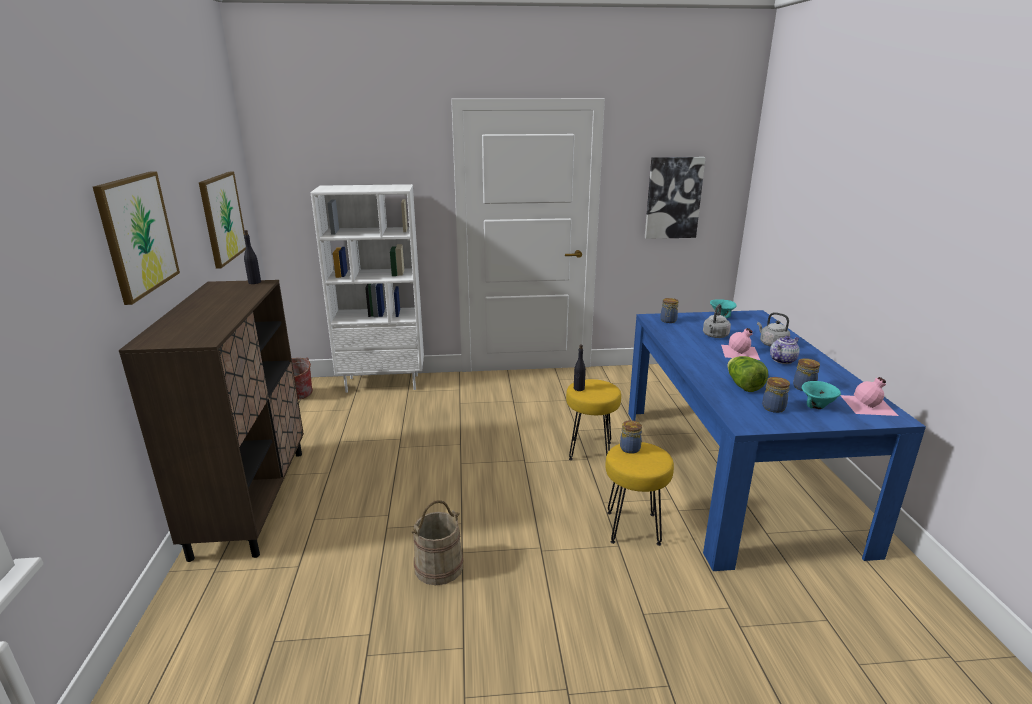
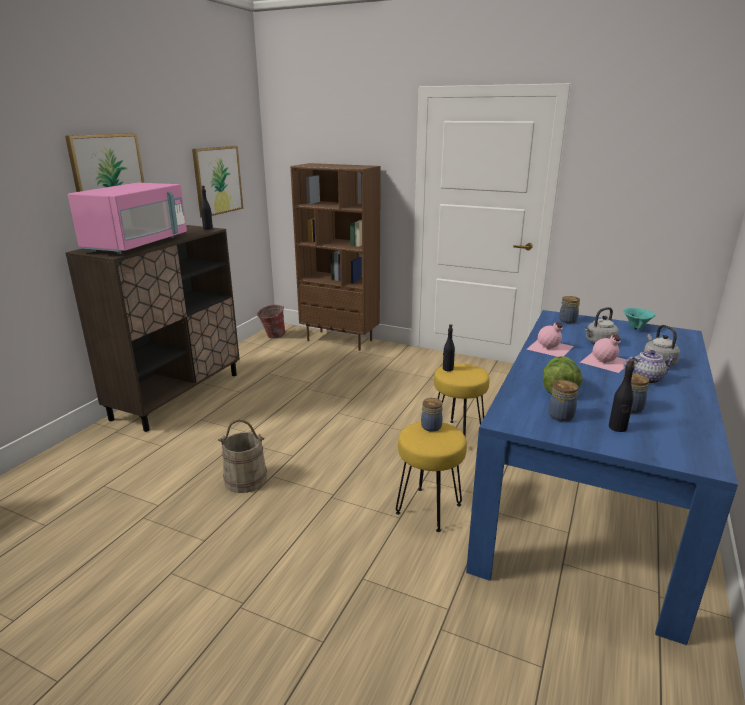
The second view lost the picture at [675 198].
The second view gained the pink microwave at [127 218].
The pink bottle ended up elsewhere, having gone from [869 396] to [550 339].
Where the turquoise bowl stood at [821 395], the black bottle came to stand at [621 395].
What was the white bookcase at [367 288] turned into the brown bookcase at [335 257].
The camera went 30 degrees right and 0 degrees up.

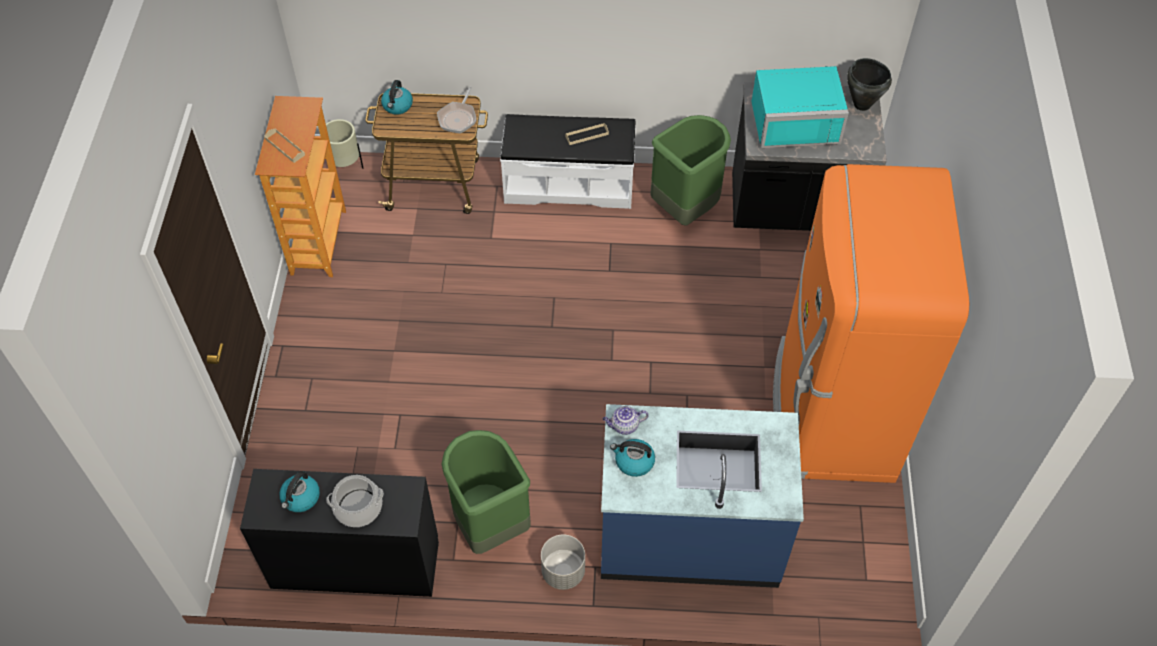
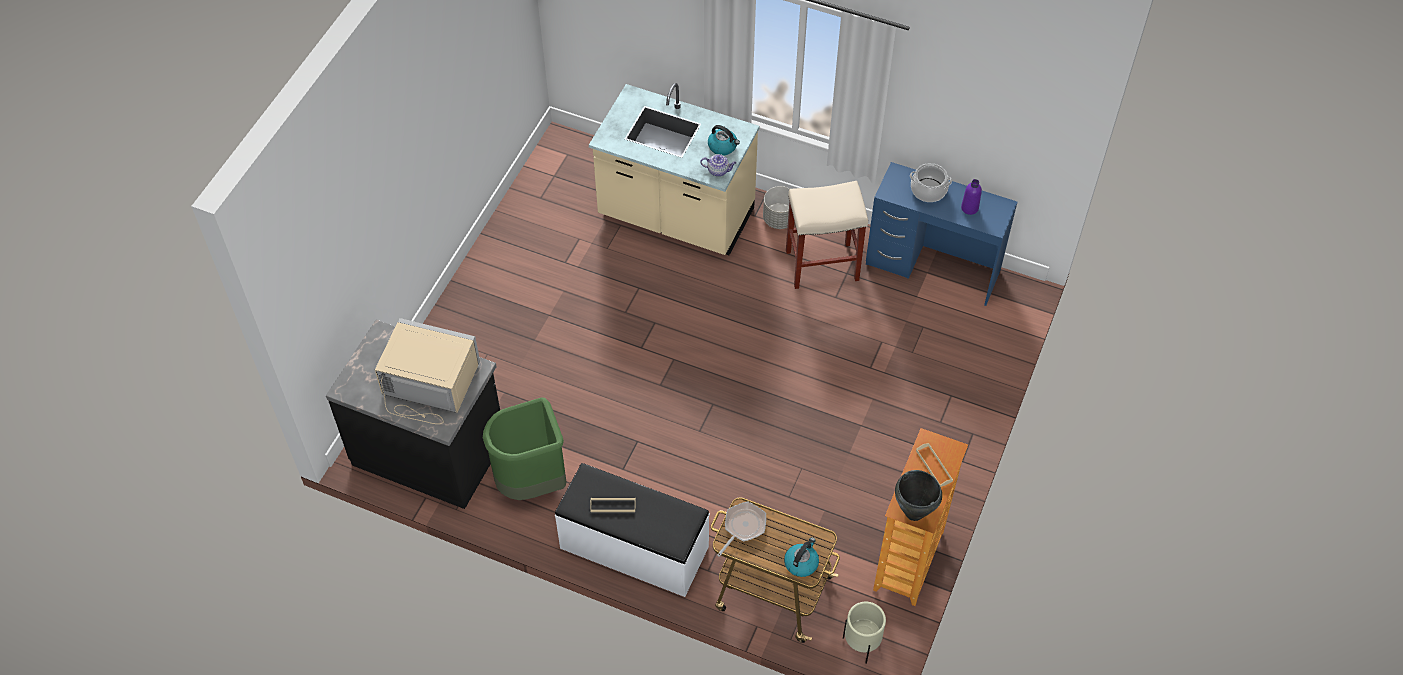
The second view lost the orange fridge at [871 323].
The black cooking pot ended up elsewhere, having gone from [869 84] to [918 495].
Where the kettle stood at [299 491], the purple bottle came to stand at [971 197].
Where the green trash can stood at [486 492], the beige stool came to stand at [827 235].
What was the black desk at [339 533] turned into the blue desk at [941 234].
What was the blue counter at [702 496] turned into the beige counter at [674 169].
What was the turquoise microwave at [800 107] turned into the beige microwave at [427 371].
The camera went 160 degrees left and 0 degrees up.

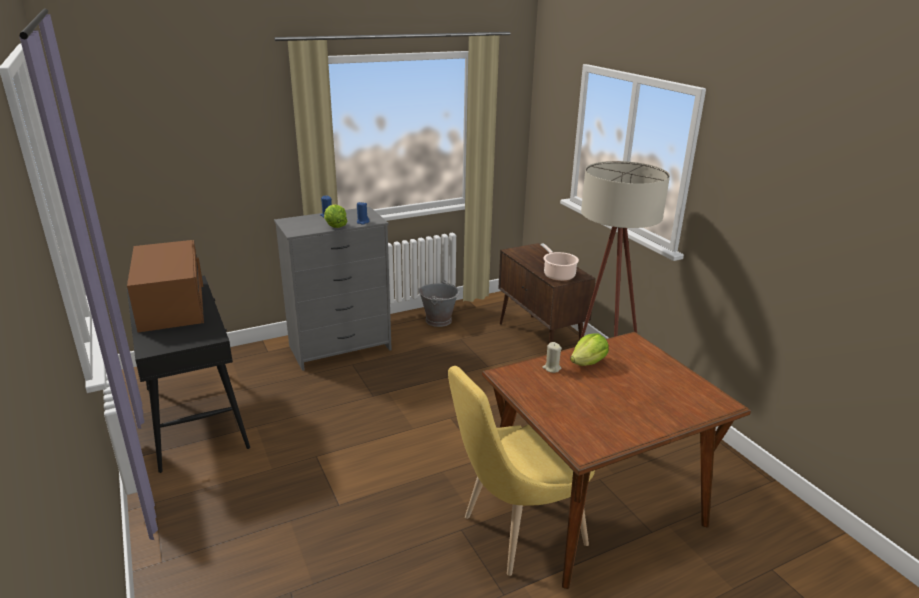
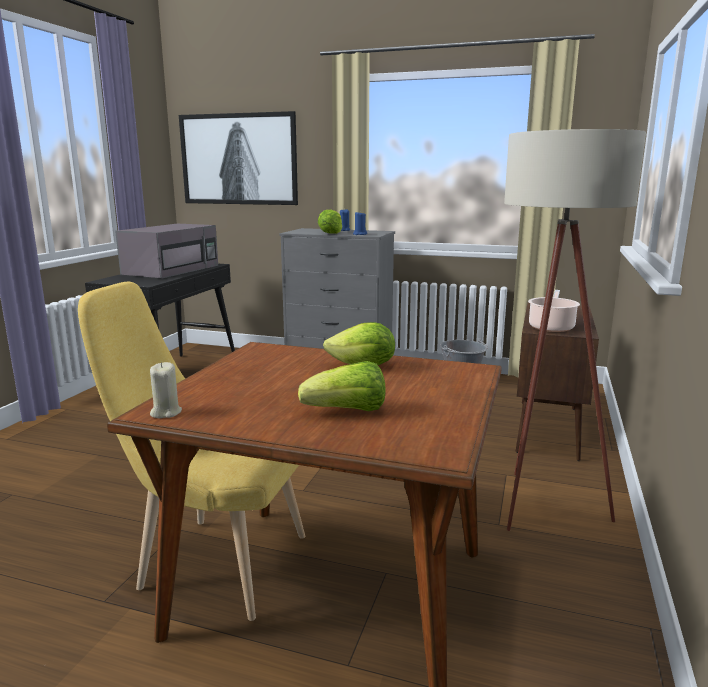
The second view gained the picture at [238 158].
The second view gained the lettuce at [342 386].
The beige candle ended up elsewhere, having gone from [552 357] to [166 390].
What was the brown microwave at [165 286] turned into the grey microwave at [166 251].
The camera went 45 degrees right and 10 degrees down.

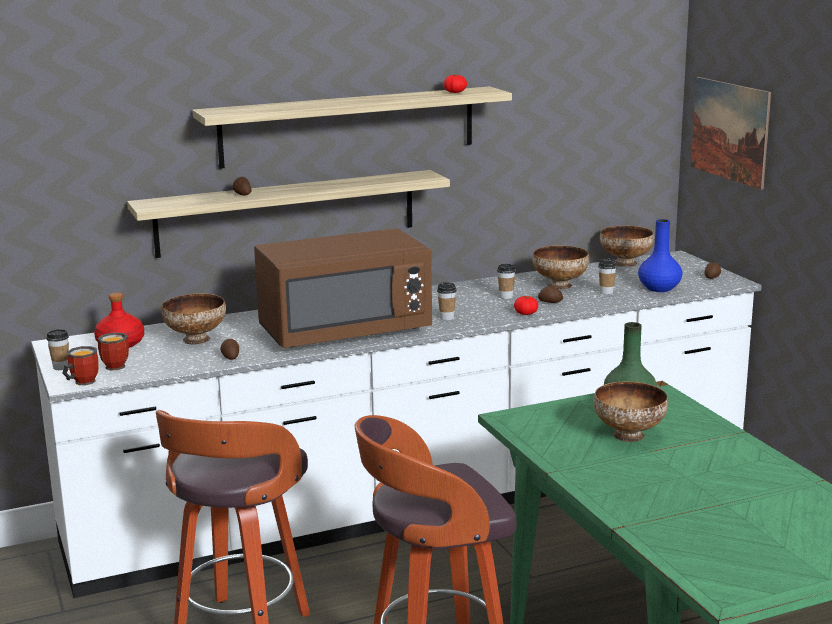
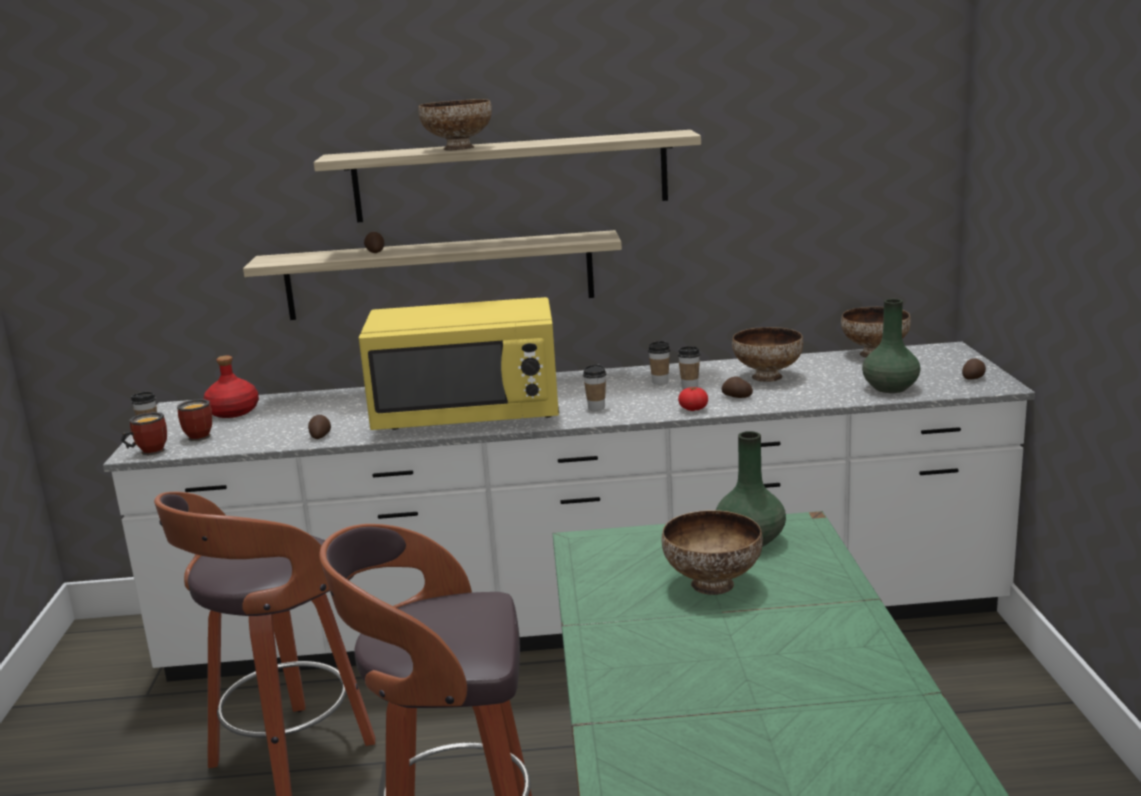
The second view lost the tomato at [455 84].
The second view lost the picture at [731 133].
The bowl ended up elsewhere, having gone from [193 318] to [455 124].
The cup ended up elsewhere, having gone from [607 277] to [659 363].
What was the brown microwave at [343 288] turned into the yellow microwave at [459 363].
What was the blue vase at [660 255] turned into the green vase at [891 346].
The camera went 20 degrees right and 0 degrees up.

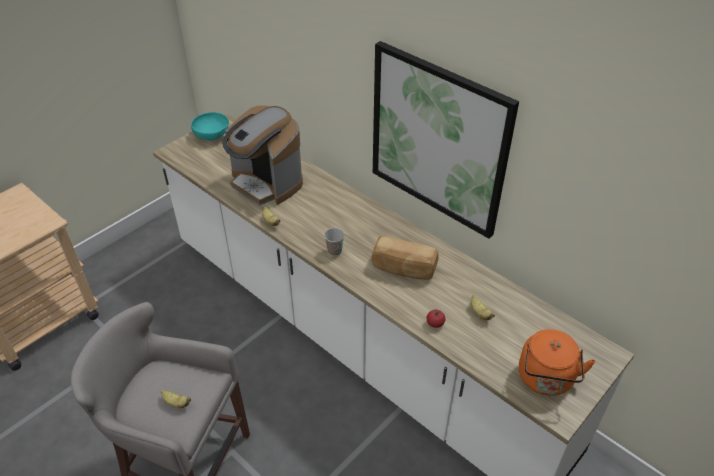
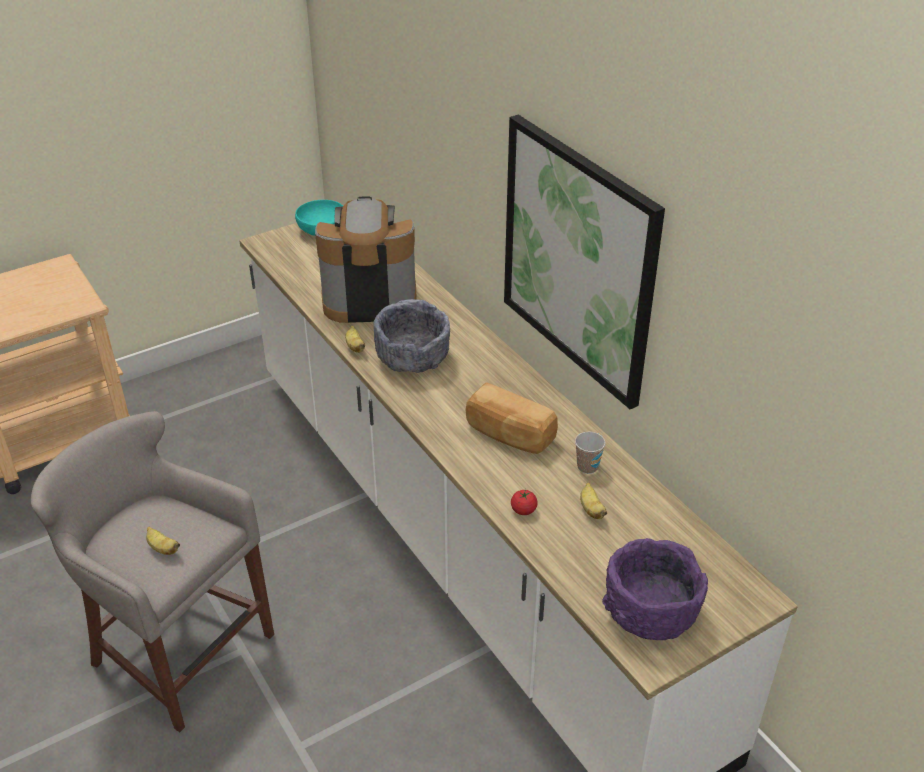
The second view gained the grey bowl at [411 336].
The cup ended up elsewhere, having gone from [334 242] to [590 453].
Where the orange kettle stood at [557 362], the purple bowl came to stand at [655 589].
The coffee machine at [262 155] ended up facing another way, 120 degrees clockwise from before.
The camera went 15 degrees right and 5 degrees down.

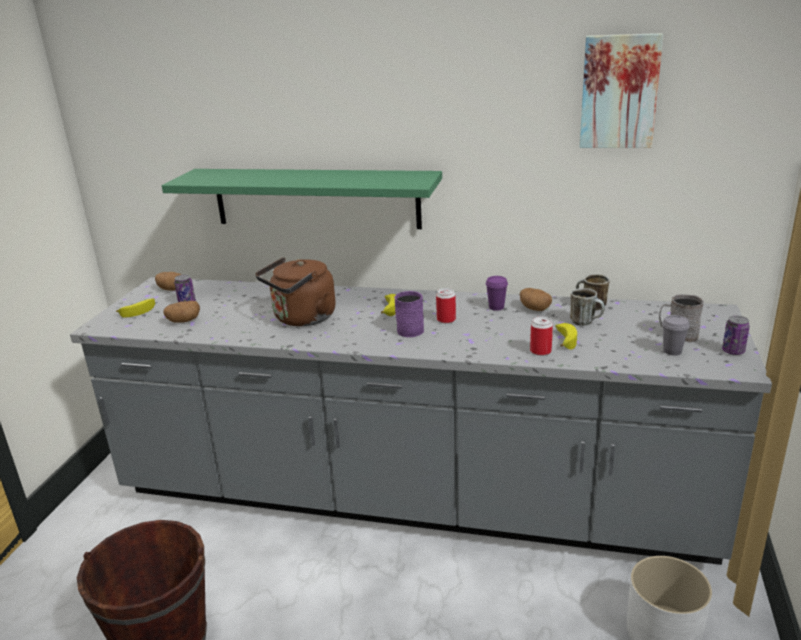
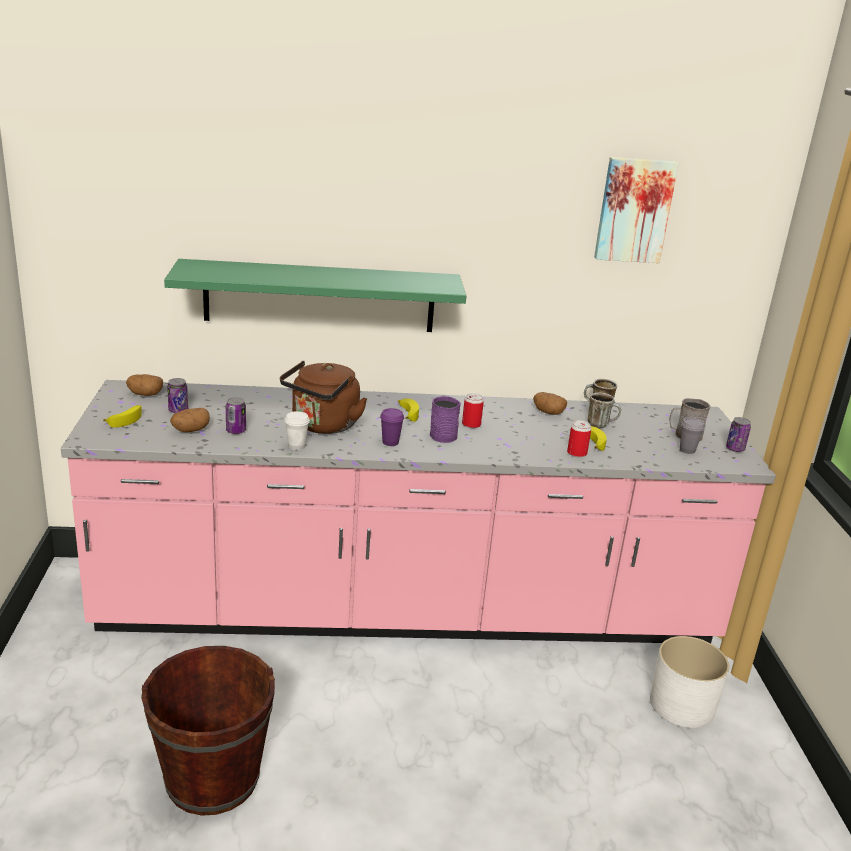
The second view gained the can at [236 415].
The second view gained the white cup at [297 430].
The purple cup ended up elsewhere, having gone from [497 293] to [392 427].
What was the grey counter at [421 421] turned into the pink counter at [418 511].
The camera went 20 degrees left and 0 degrees up.

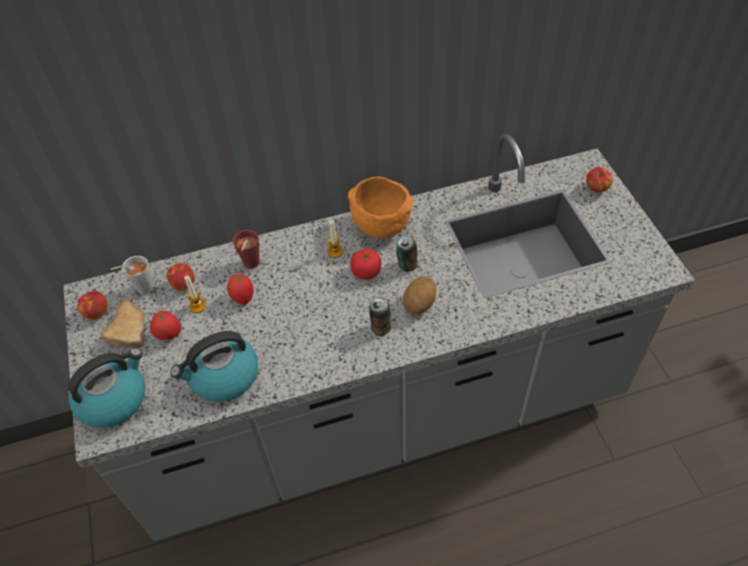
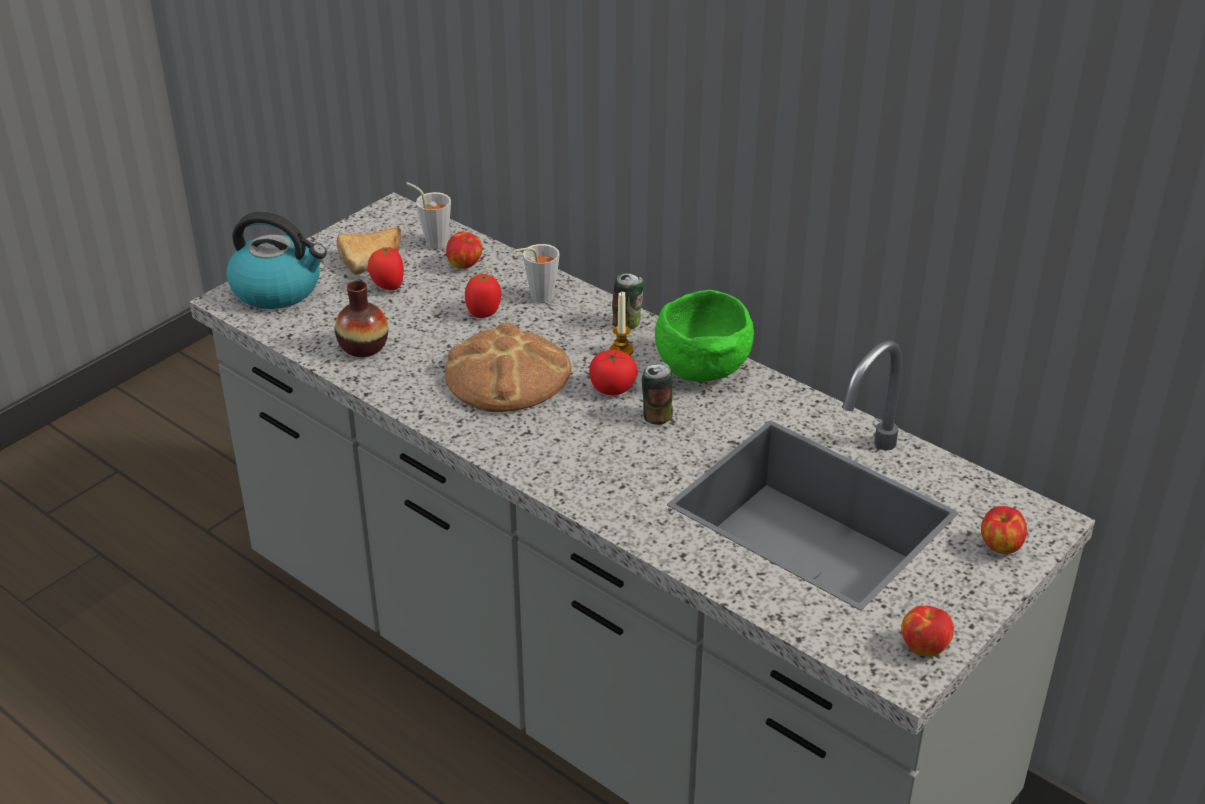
The second view lost the candle at [195 294].
The second view lost the potato at [419 295].
The second view gained the bread at [508 367].
The apple ended up elsewhere, having gone from [92 305] to [927 631].
The can ended up elsewhere, having gone from [380 316] to [627 301].
Where the kettle stood at [214 366], the vase came to stand at [361 319].
What was the red cup at [246 249] turned into the grey cup at [537 273].
What was the orange bowl at [381 208] turned into the green bowl at [704 336].
The camera went 55 degrees right and 15 degrees down.

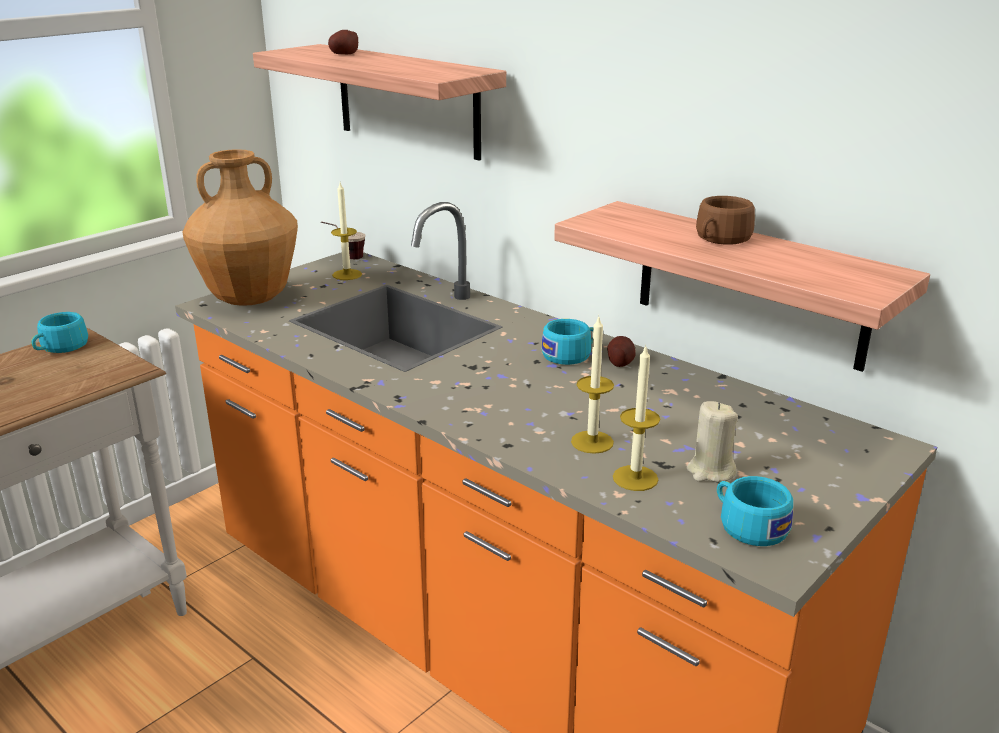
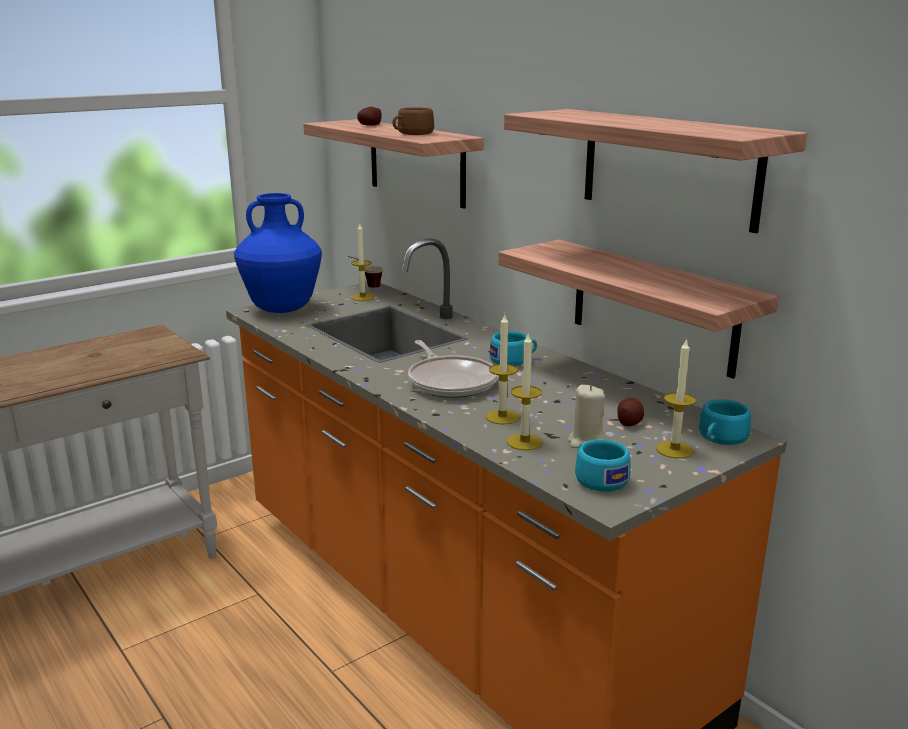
The second view gained the frying pan at [453 369].
The second view gained the shelf at [655 171].
The second view gained the candle at [676 398].
The turquoise cup ended up elsewhere, having gone from [59 332] to [725 422].
The potato ended up elsewhere, having gone from [621 351] to [631 412].
The brown cup ended up elsewhere, having gone from [725 220] to [413 121].
What was the brown vase at [240 227] turned into the blue vase at [278 253].
The camera went 10 degrees right and 5 degrees down.

